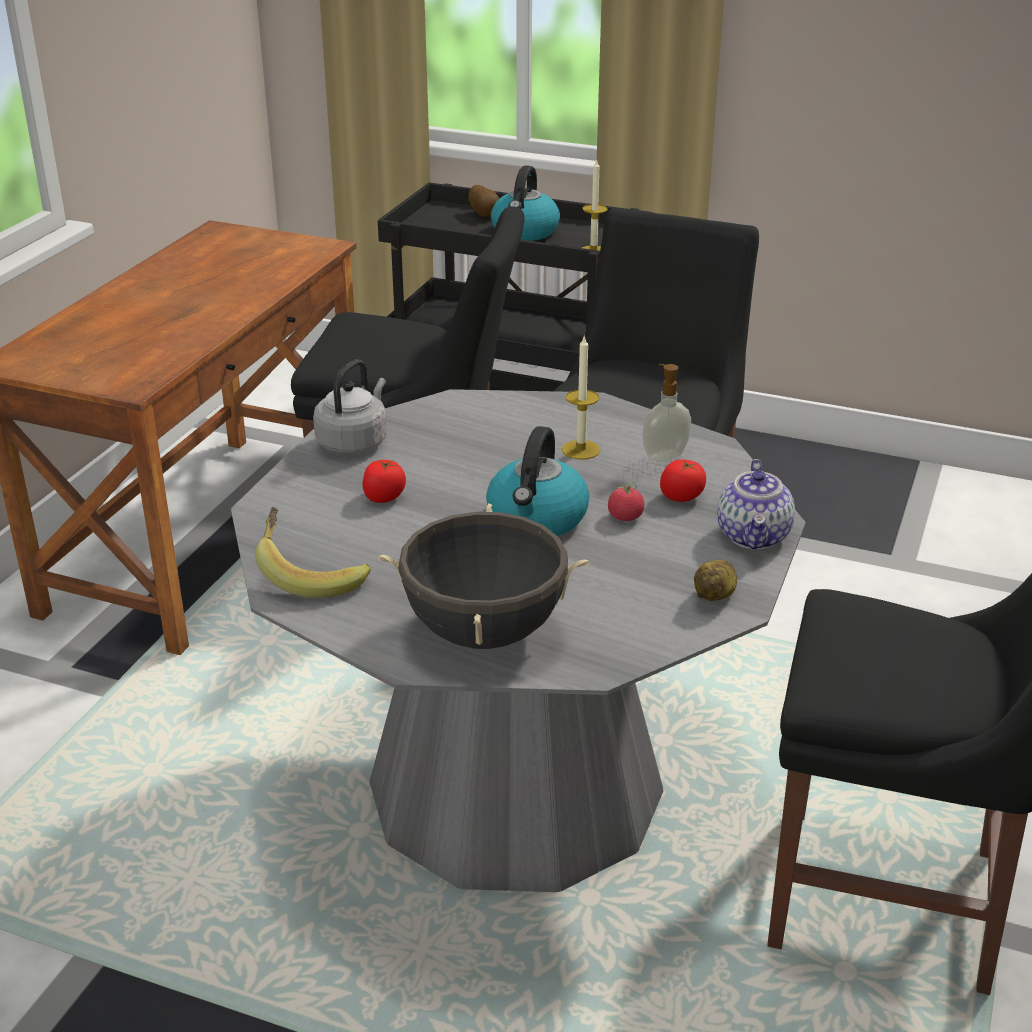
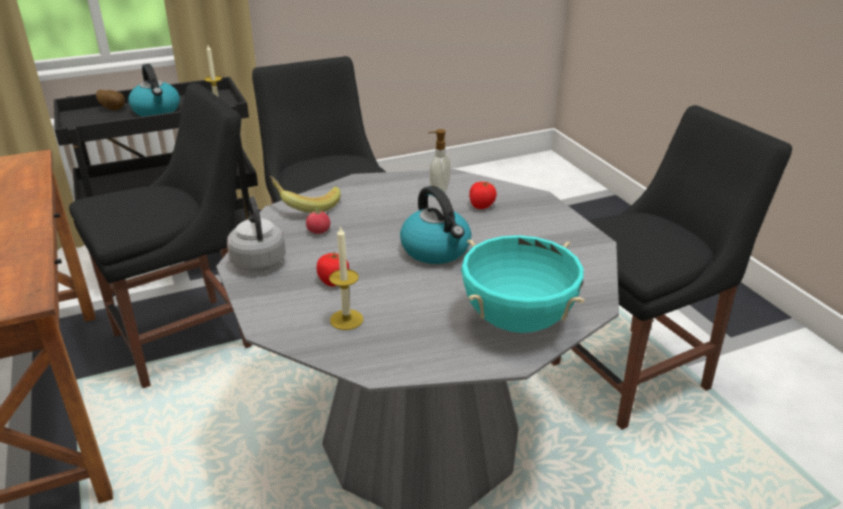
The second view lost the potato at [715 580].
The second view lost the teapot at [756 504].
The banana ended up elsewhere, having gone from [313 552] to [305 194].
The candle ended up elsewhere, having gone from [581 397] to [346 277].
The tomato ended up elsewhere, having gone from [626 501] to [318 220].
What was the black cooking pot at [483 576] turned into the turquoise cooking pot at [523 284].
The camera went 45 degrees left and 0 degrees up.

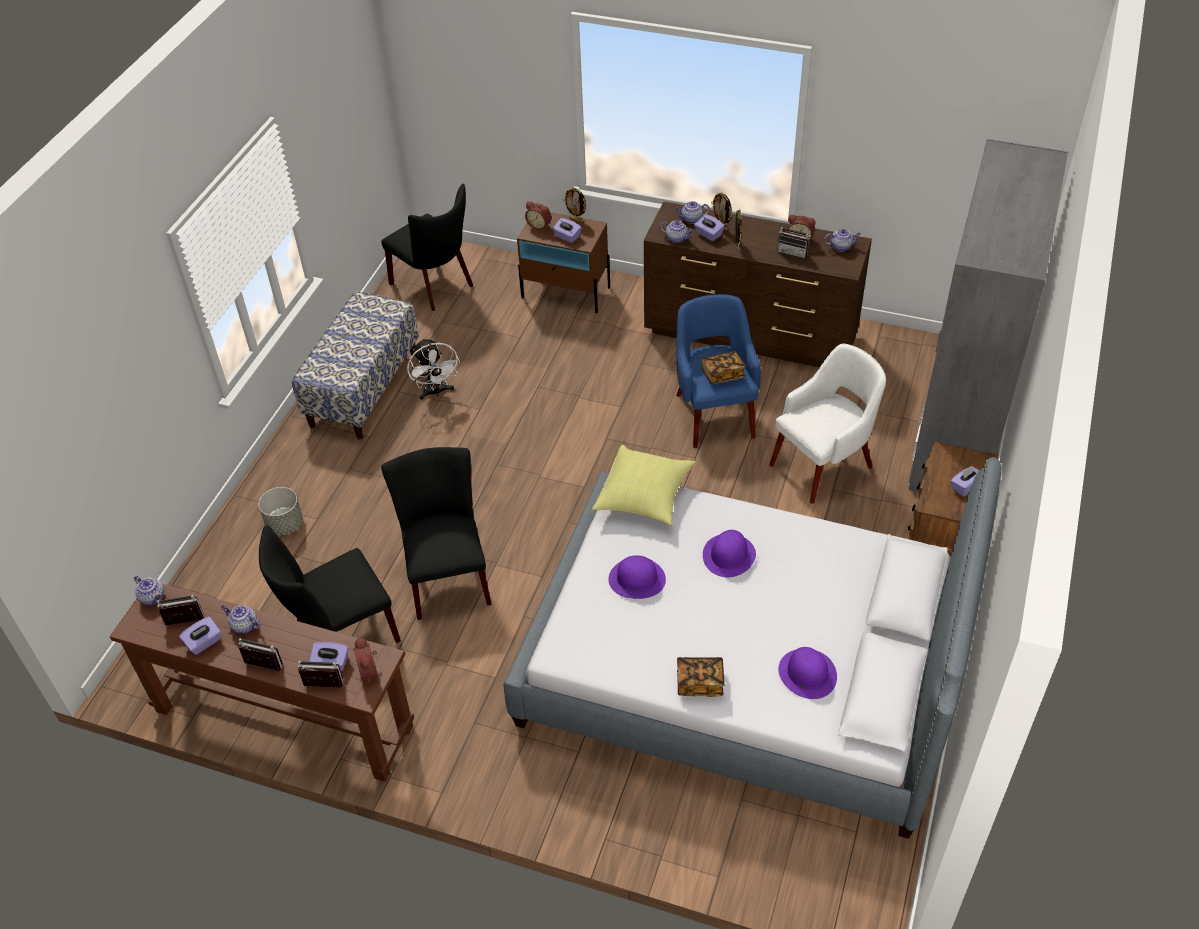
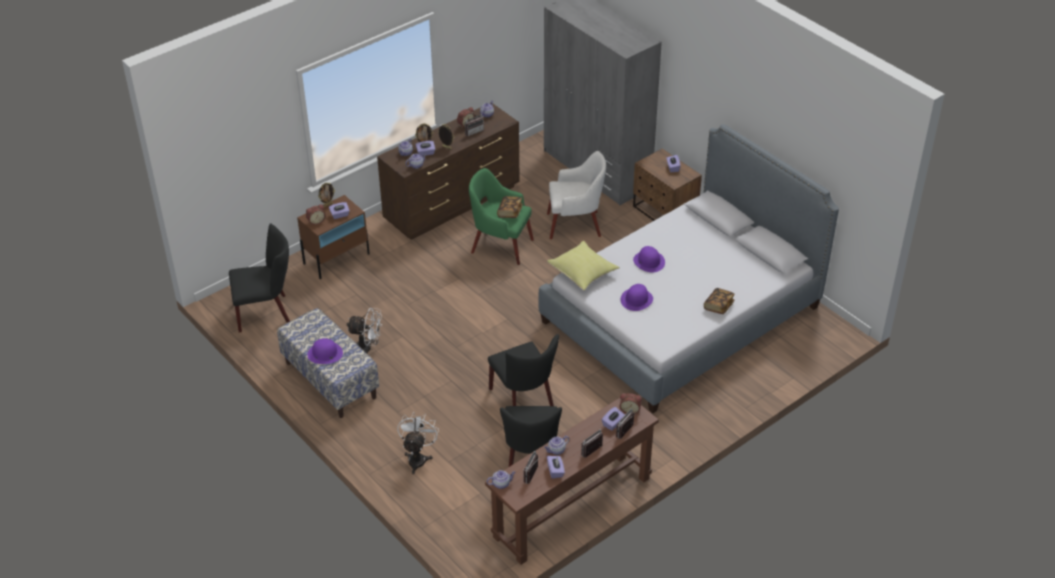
The purple hat ended up elsewhere, having gone from [807 673] to [325 351].
Where the grey planter stood at [280 511], the white fan came to stand at [418 443].
What was the blue armchair at [718 371] turned into the green armchair at [501 216].
The black chair at [436 533] ended up facing another way, 135 degrees counterclockwise from before.
The white armchair at [827 423] ended up facing another way, 90 degrees clockwise from before.
The camera went 60 degrees left and 5 degrees down.

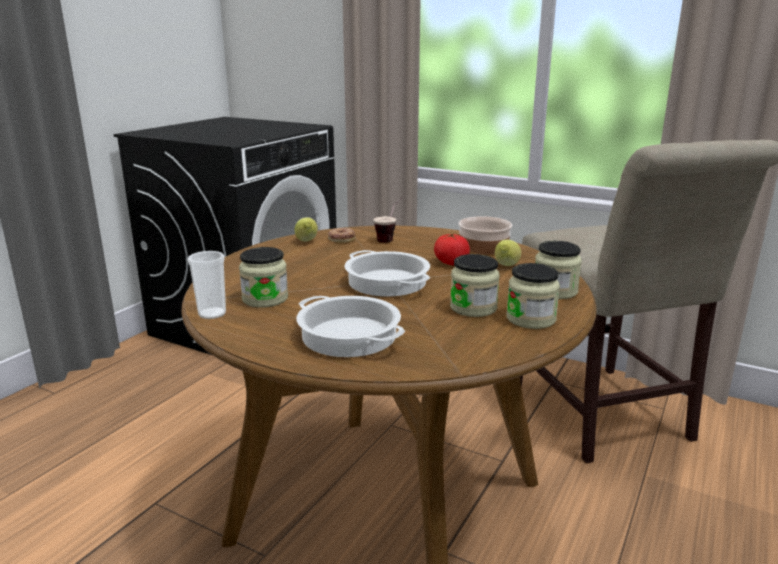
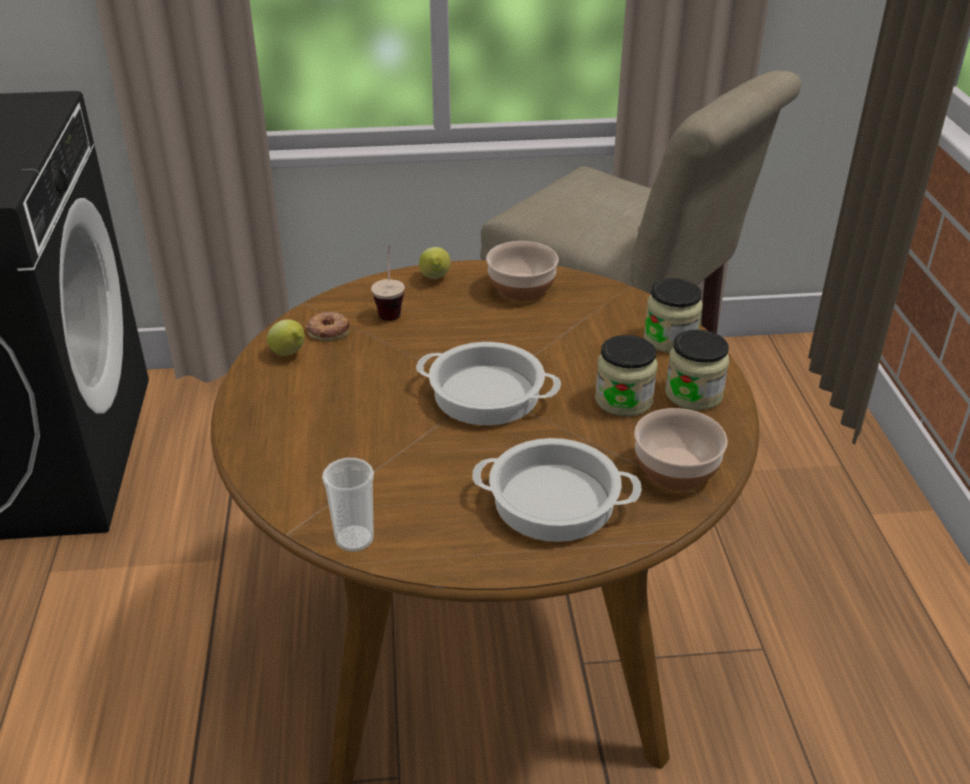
The second view lost the jar at [263 277].
The second view lost the tomato at [452 249].
The second view gained the bowl at [681 449].
The lemon ended up elsewhere, having gone from [508 253] to [435 263].
The camera went 35 degrees left and 15 degrees up.

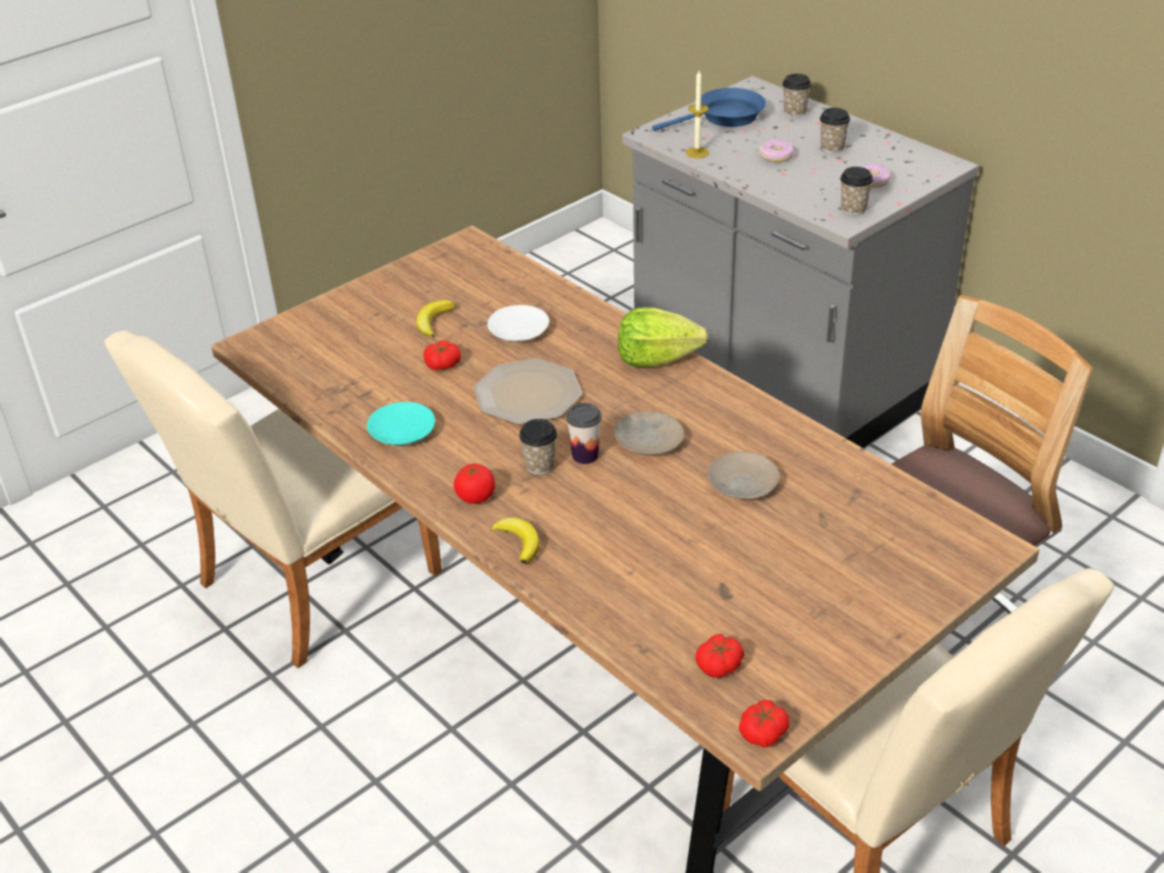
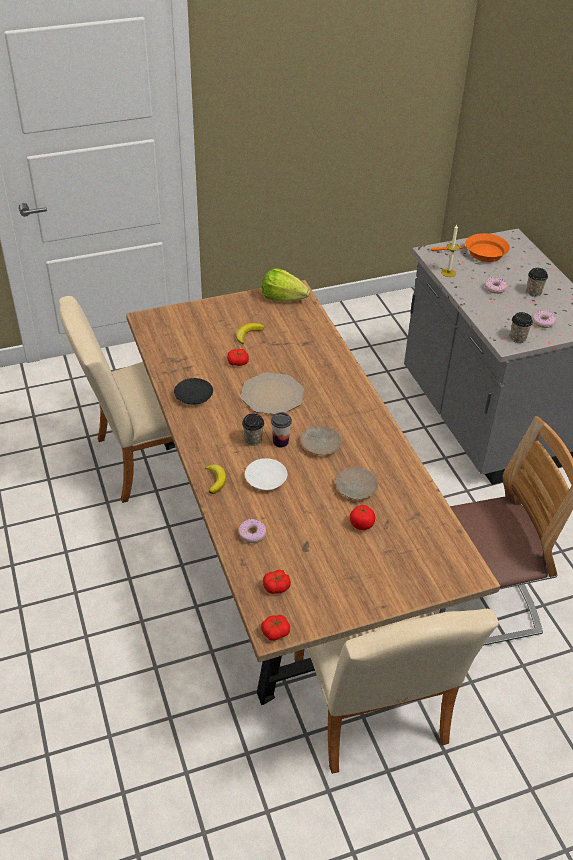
The second view lost the cup at [797 95].
The second view gained the donut at [252 531].
The tomato ended up elsewhere, having gone from [474 483] to [362 517].
The white plate ended up elsewhere, having gone from [518 323] to [266 474].
The lettuce ended up elsewhere, having gone from [663 337] to [286 285].
What was the turquoise plate at [401 423] turned into the black plate at [193 391].
What was the blue frying pan at [709 109] turned into the orange frying pan at [470 247].
The camera went 20 degrees right and 5 degrees up.

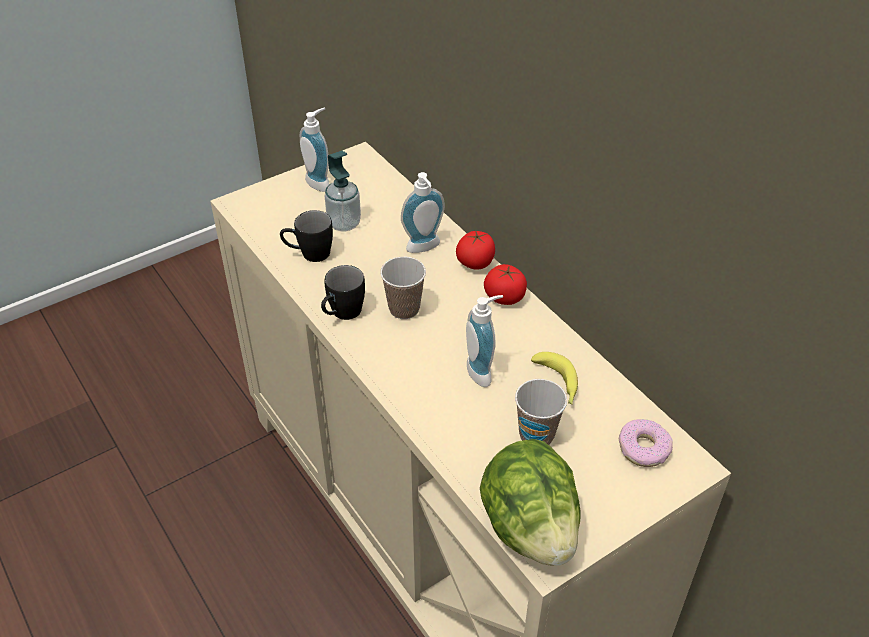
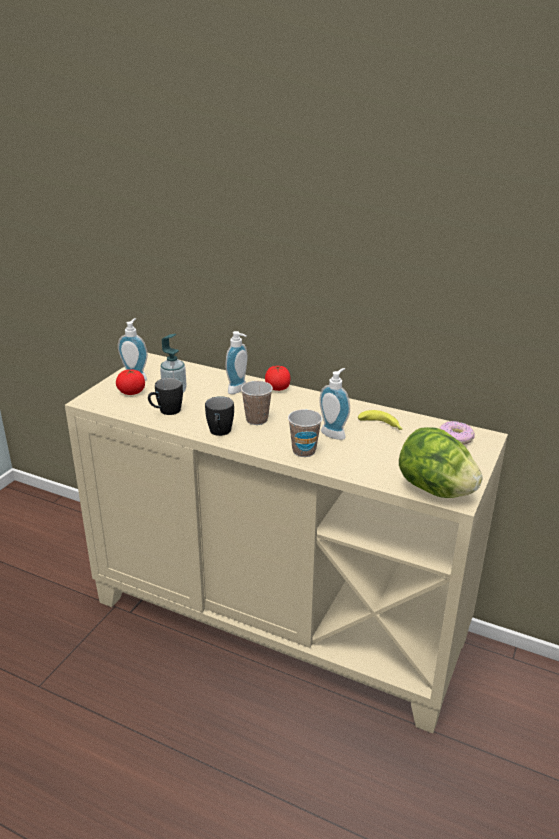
The tomato ended up elsewhere, having gone from [505 284] to [130 382].
The cup ended up elsewhere, having gone from [541 412] to [305 433].
The camera went 30 degrees left and 15 degrees down.

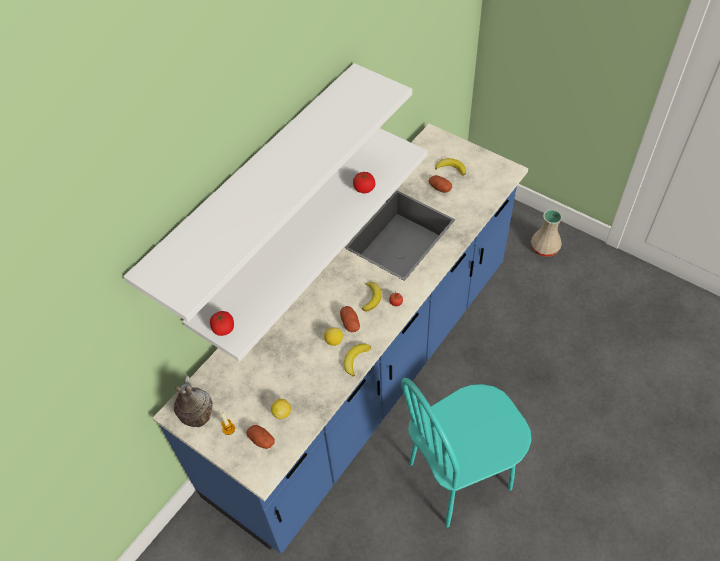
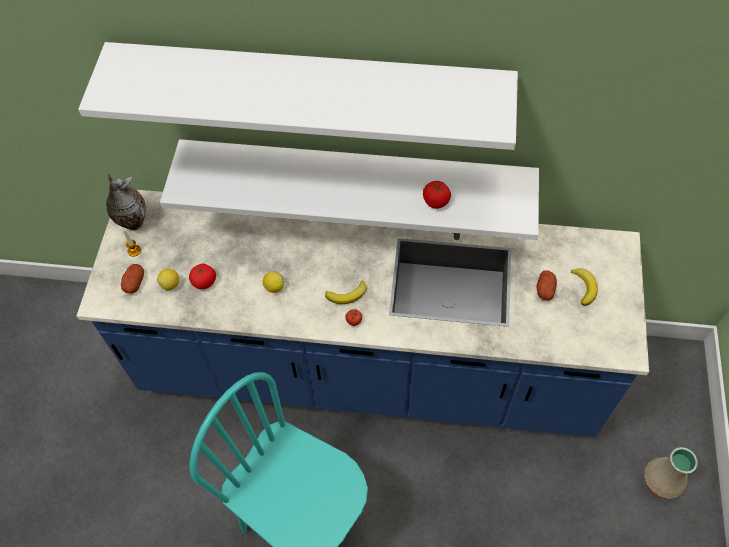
The second view lost the potato at [350 319].
The second view lost the banana at [357 360].
The tomato ended up elsewhere, having gone from [222 323] to [202 276].
The camera went 60 degrees right and 5 degrees up.

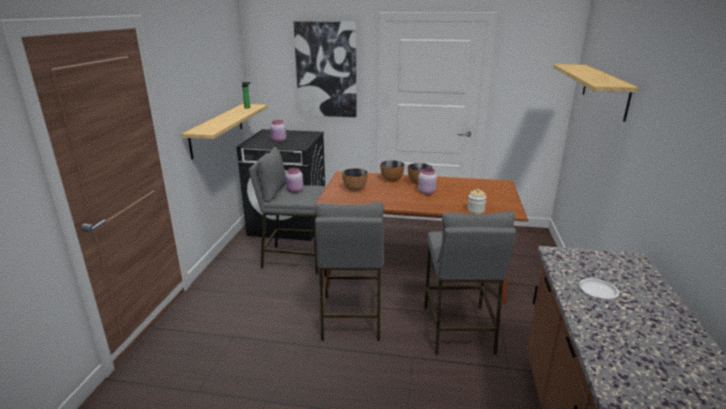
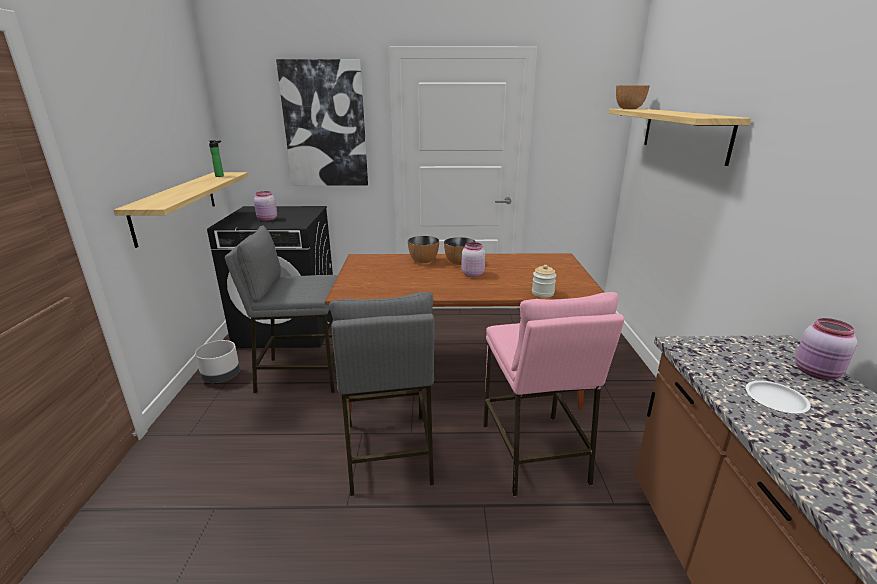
The second view gained the grey planter at [217 361].
The pink jar ended up elsewhere, having gone from [294 180] to [826 349].
The bowl ended up elsewhere, having gone from [355 179] to [633 97].
What was the grey stool at [470 283] turned into the pink stool at [553 394].
The camera went 10 degrees left and 0 degrees up.

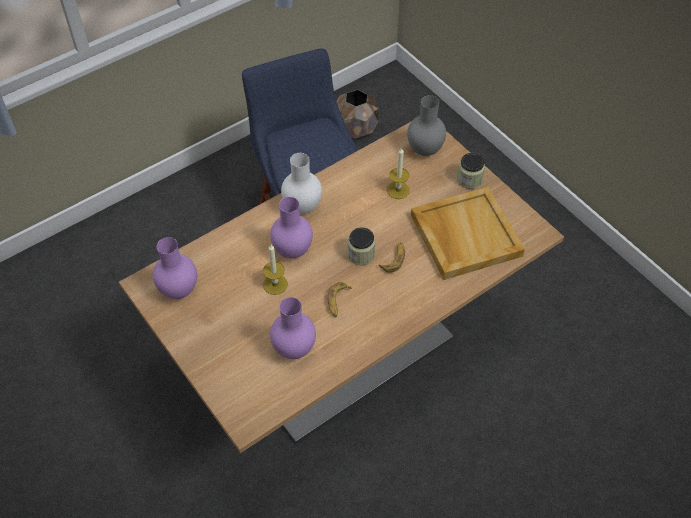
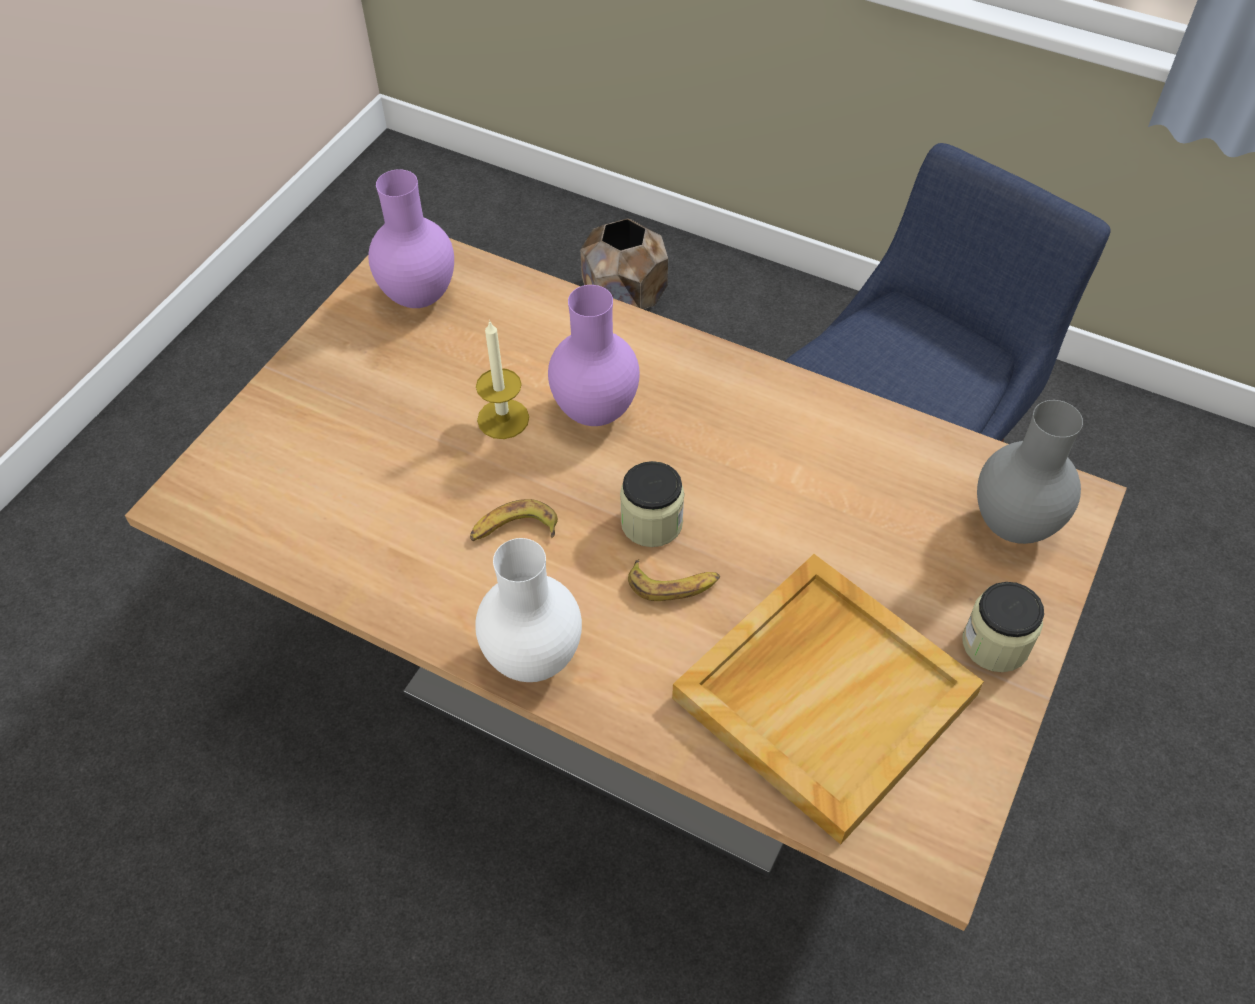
The second view lost the purple vase at [293 328].
The second view lost the candle at [398 173].
The white vase ended up elsewhere, having gone from [301 183] to [528 610].
The brown planter ended up elsewhere, having gone from [357 114] to [624 263].
The camera went 65 degrees right and 0 degrees up.

